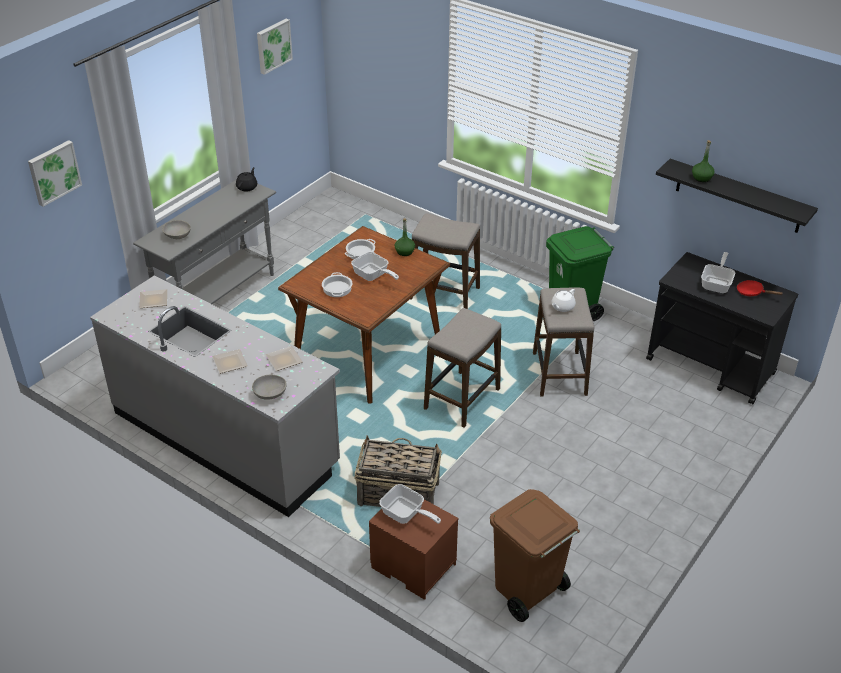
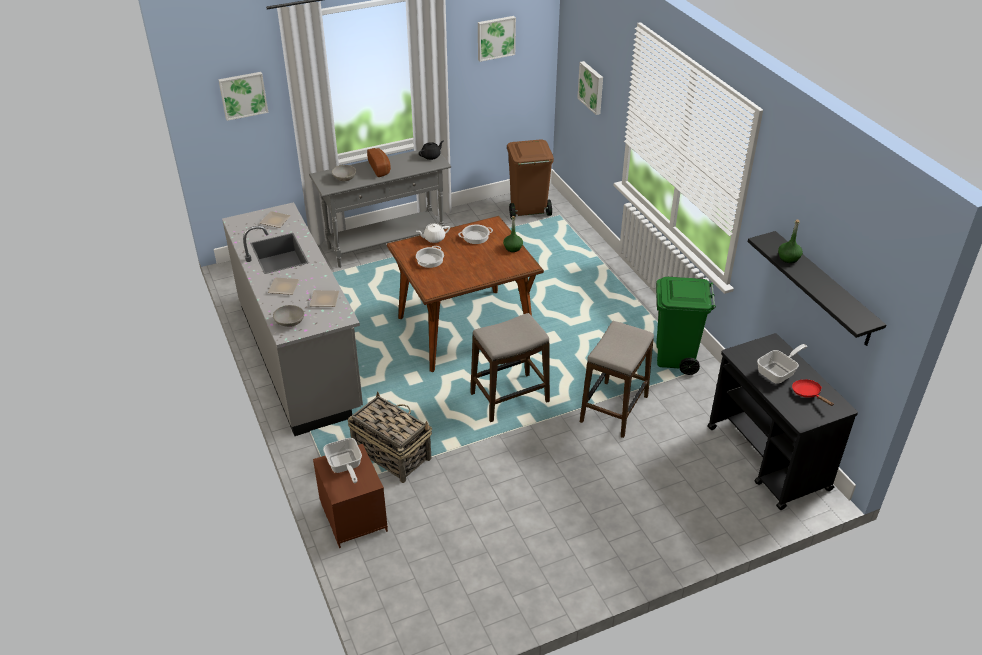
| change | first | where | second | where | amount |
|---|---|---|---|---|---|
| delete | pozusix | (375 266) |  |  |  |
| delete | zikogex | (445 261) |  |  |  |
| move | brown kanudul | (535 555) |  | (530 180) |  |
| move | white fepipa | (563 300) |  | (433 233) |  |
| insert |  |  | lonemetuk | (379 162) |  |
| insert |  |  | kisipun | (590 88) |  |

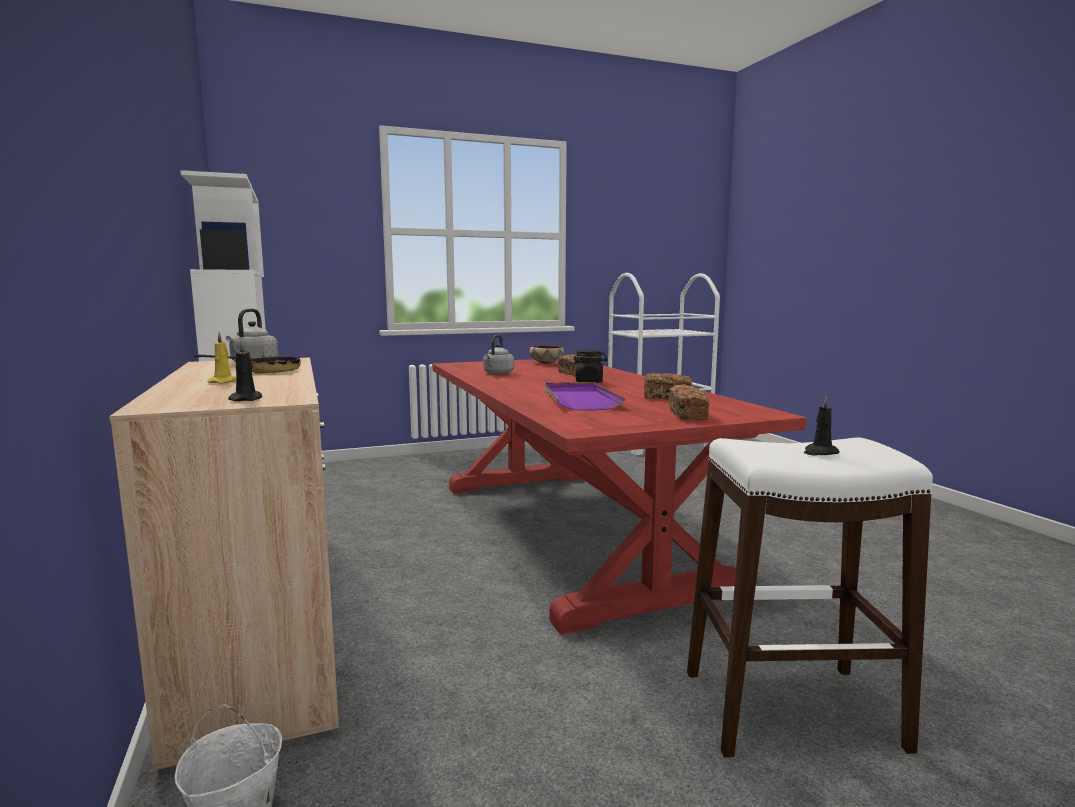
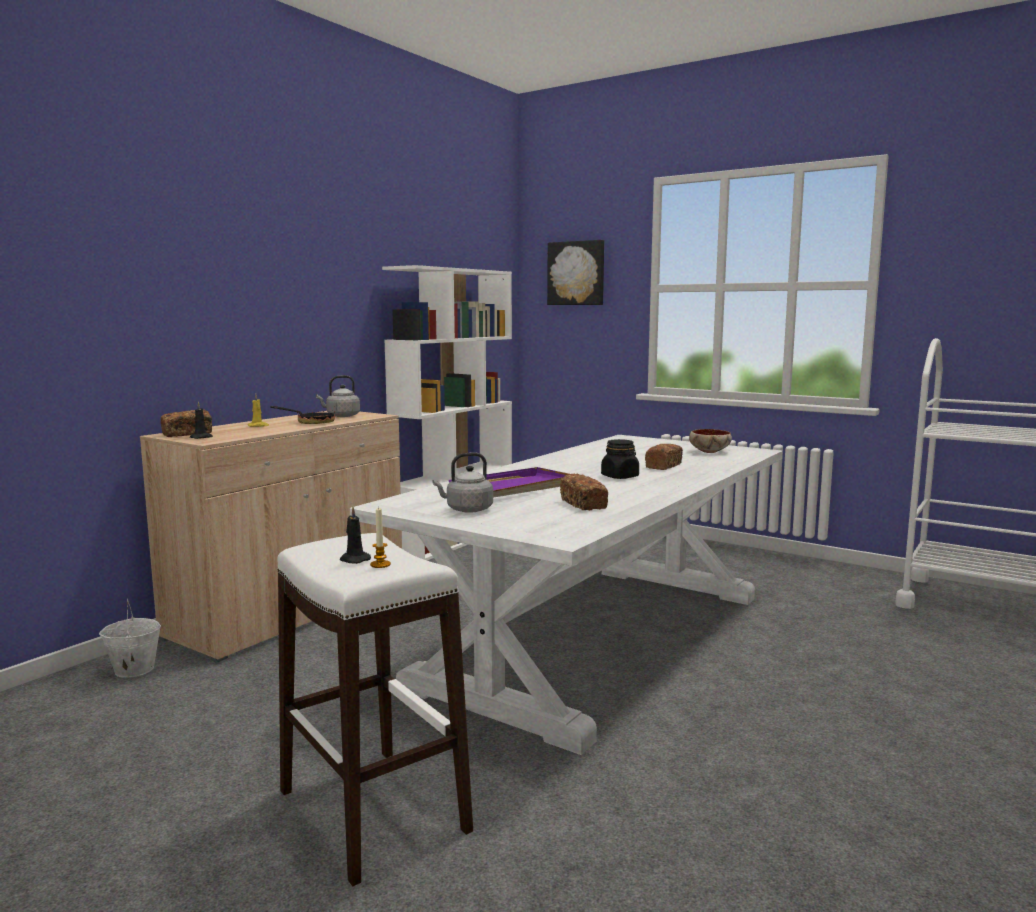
| change | first | where | second | where | amount |
|---|---|---|---|---|---|
| recolor | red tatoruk | (619 497) | white tatoruk | (566 595) |  |
| move | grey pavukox | (498 354) |  | (463 482) |  |
| move | lonemetuk | (689 402) |  | (186 423) |  |
| insert |  |  | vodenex | (380 537) |  |
| insert |  |  | kisipun | (575 272) |  |

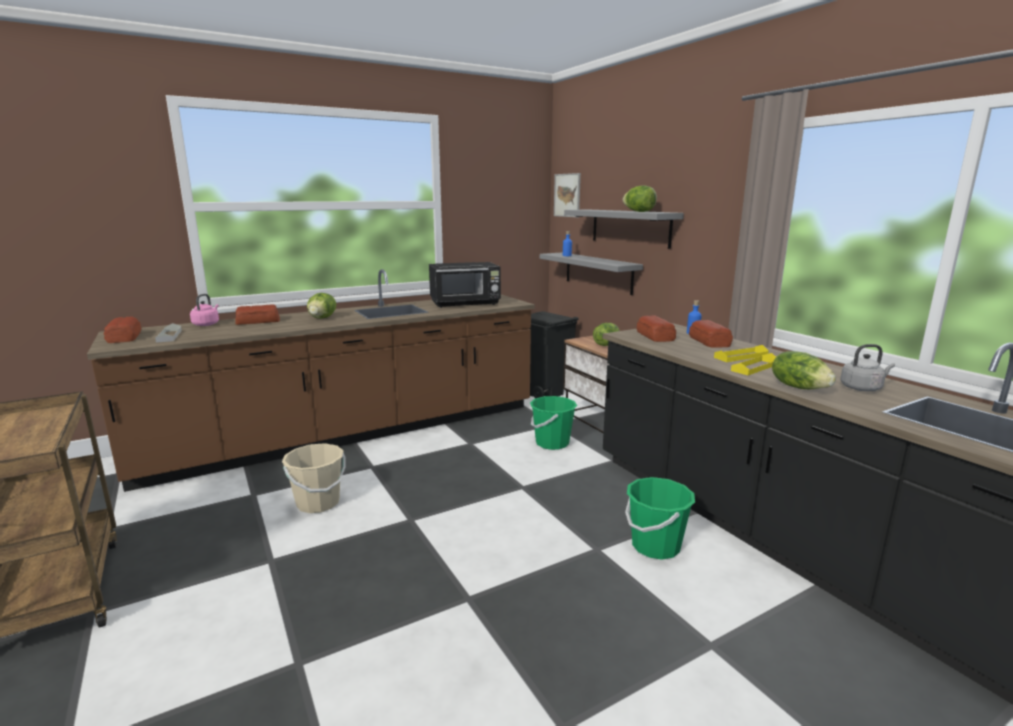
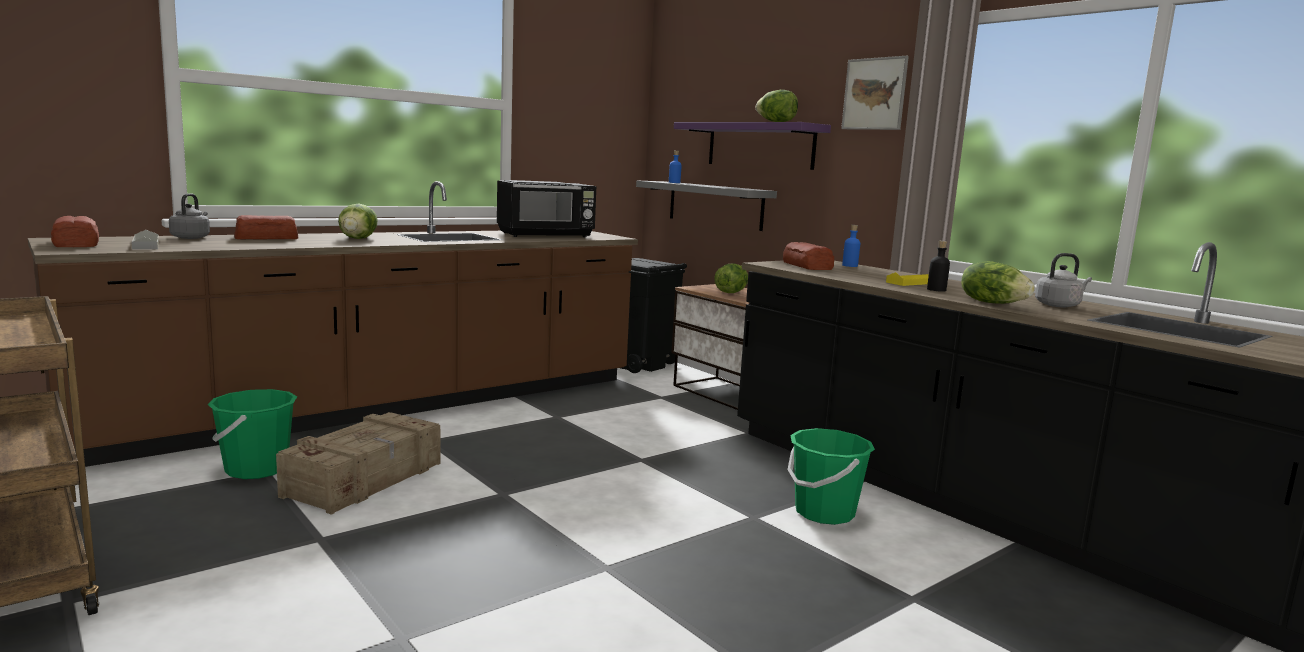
| change | first | where | second | where | amount |
|---|---|---|---|---|---|
| recolor | pink pavukox | (204 310) | grey pavukox | (189 216) |  |
| replace | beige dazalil | (314 478) | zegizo | (358 463) |  |
| move | green dazalil | (553 423) |  | (252 434) |  |
| move | kisipun | (567 195) |  | (875 93) |  |
| recolor | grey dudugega | (624 229) | purple dudugega | (752 146) |  |
| delete | lonemetuk | (711 334) |  |  |  |
| replace | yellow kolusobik | (753 364) | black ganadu | (938 266) |  |

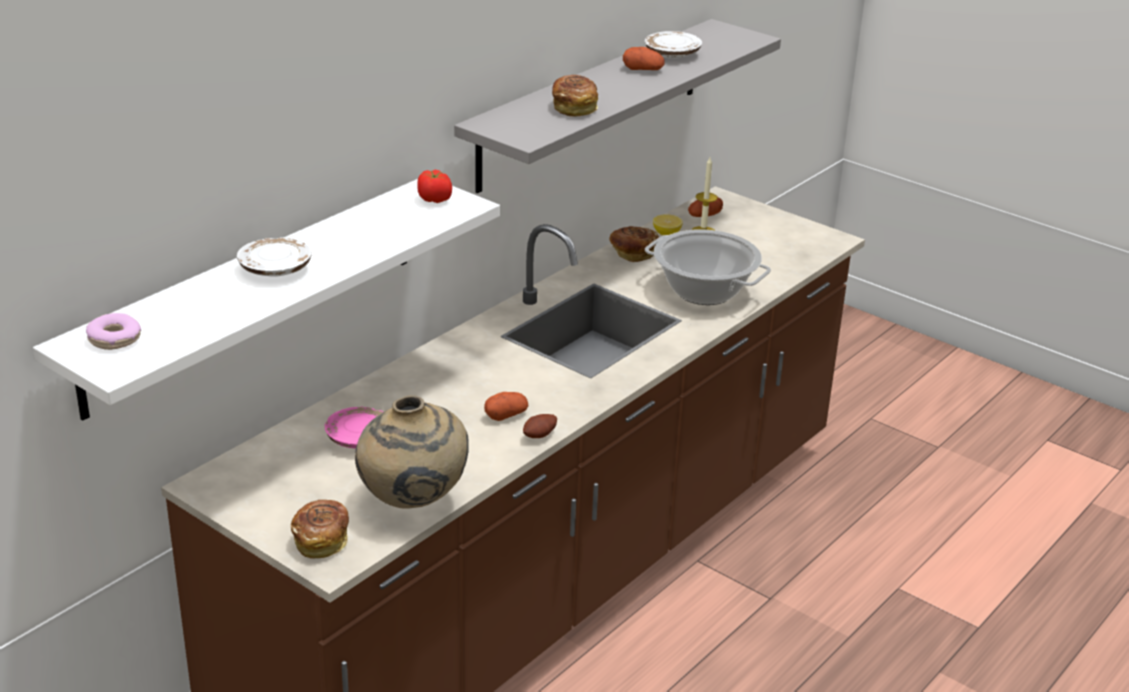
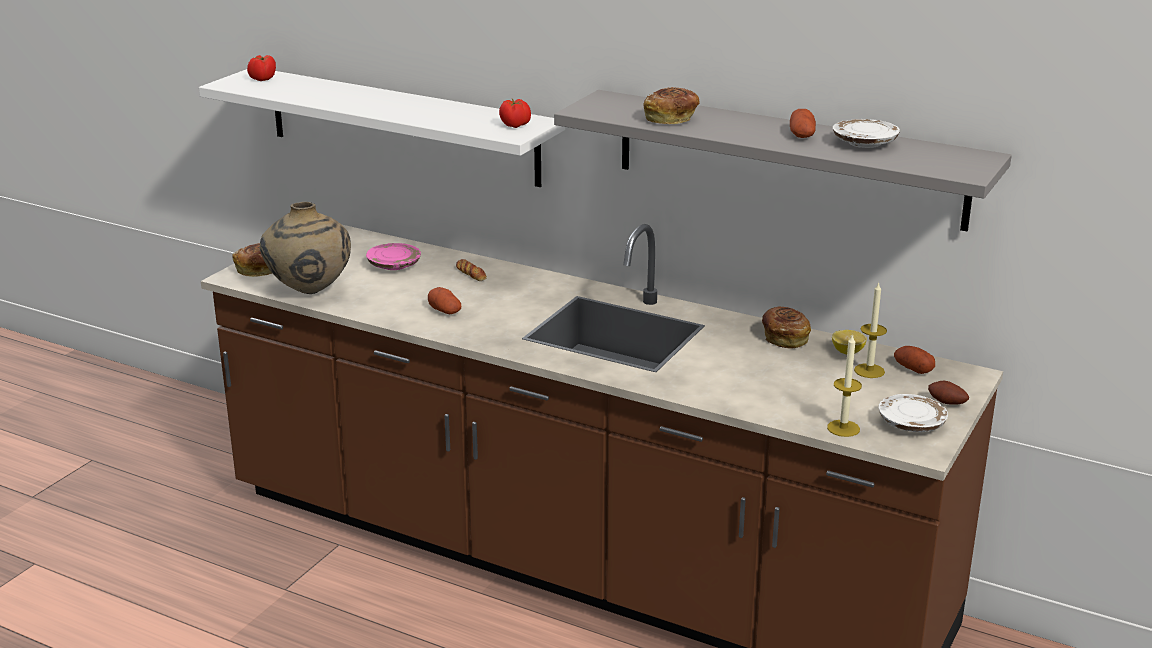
| change | first | where | second | where | amount |
|---|---|---|---|---|---|
| replace | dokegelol | (113 331) | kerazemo | (261 68) |  |
| move | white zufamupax | (274 257) |  | (913 413) |  |
| move | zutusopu | (540 426) |  | (948 393) |  |
| delete | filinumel | (708 267) |  |  |  |
| insert |  |  | lonemetuk | (471 270) |  |
| insert |  |  | vodenex | (844 385) |  |

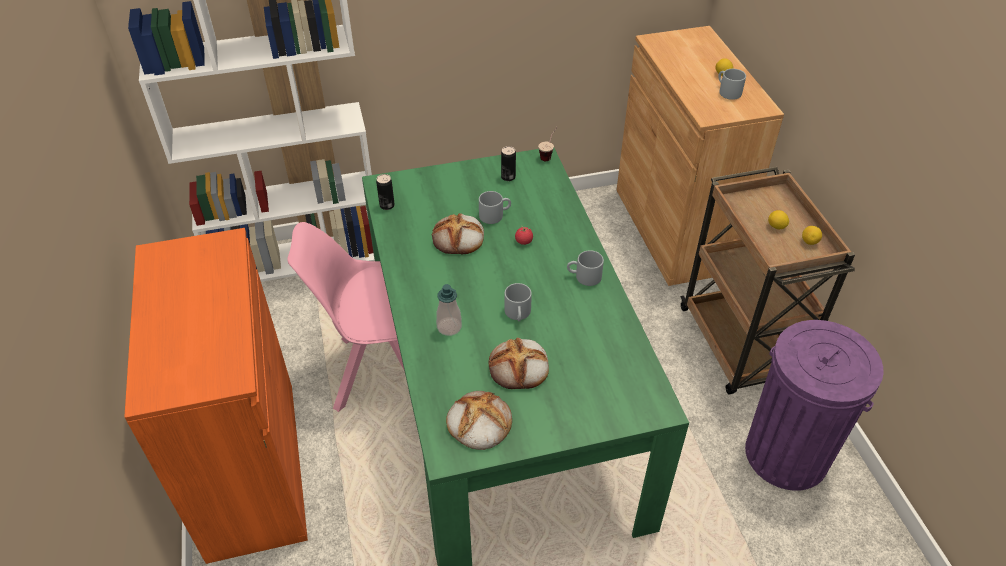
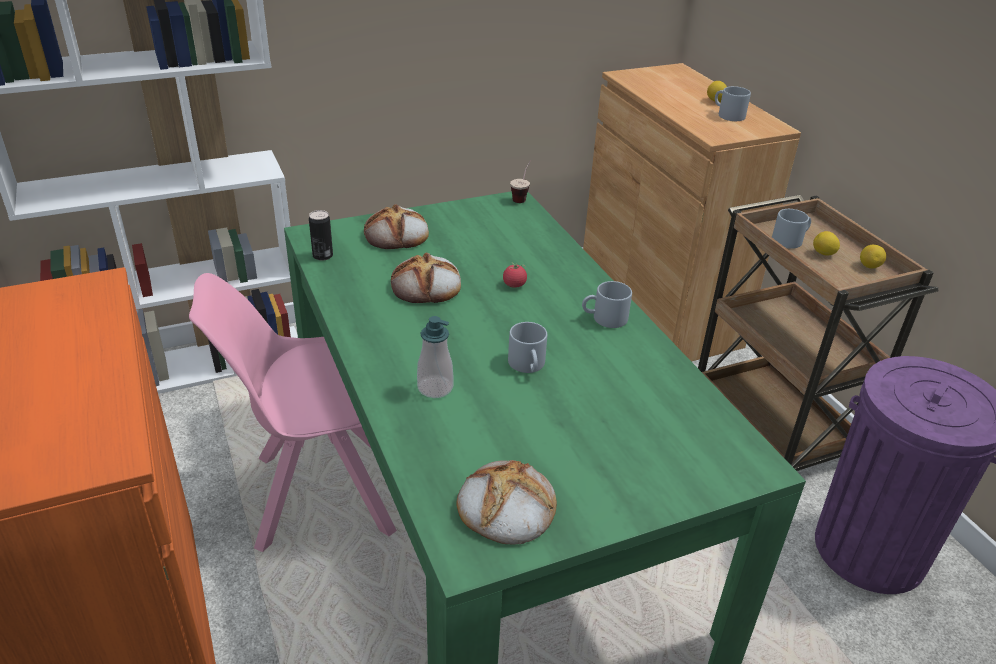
| change | first | where | second | where | amount |
|---|---|---|---|---|---|
| move | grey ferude | (495 207) |  | (791 229) |  |
| move | lonemetuk | (519 363) |  | (396 226) |  |
| delete | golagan | (508 163) |  |  |  |

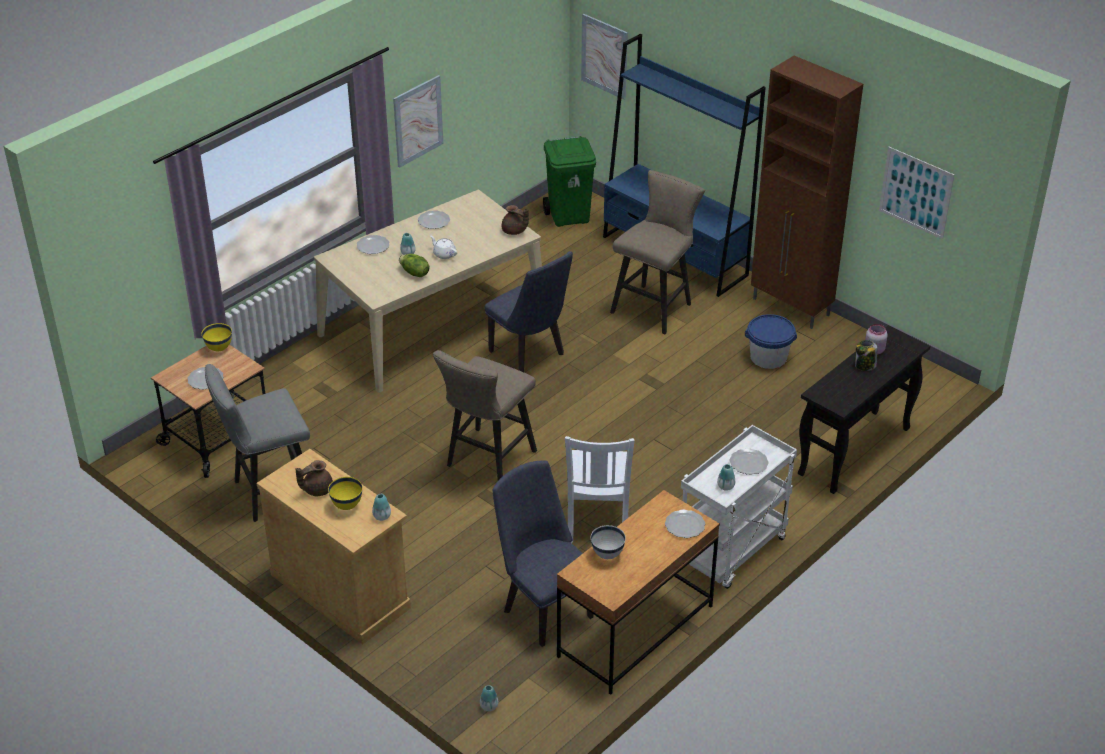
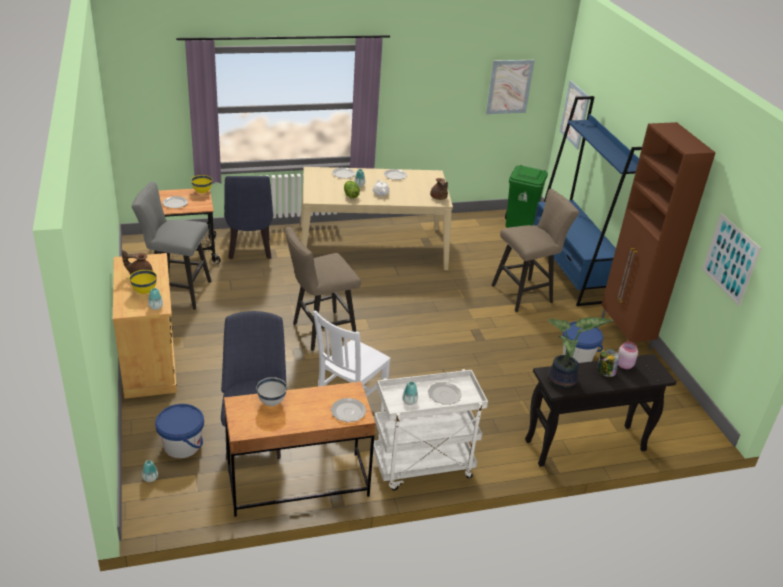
| change | first | where | second | where | amount |
|---|---|---|---|---|---|
| move | kisipun | (418 121) |  | (510 87) |  |
| move | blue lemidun | (529 311) |  | (248 217) |  |
| insert |  |  | blue dazalil | (179 431) |  |
| insert |  |  | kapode | (580 352) |  |

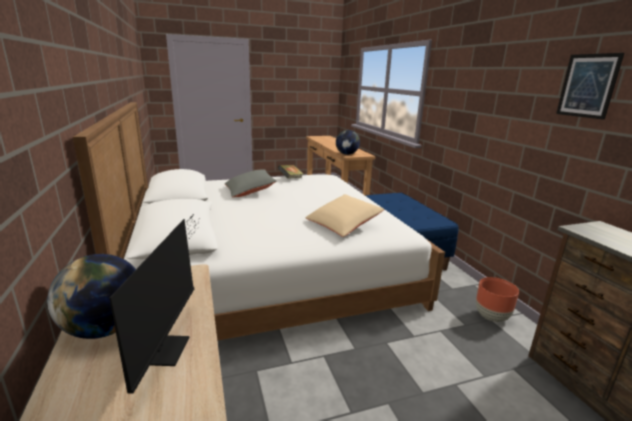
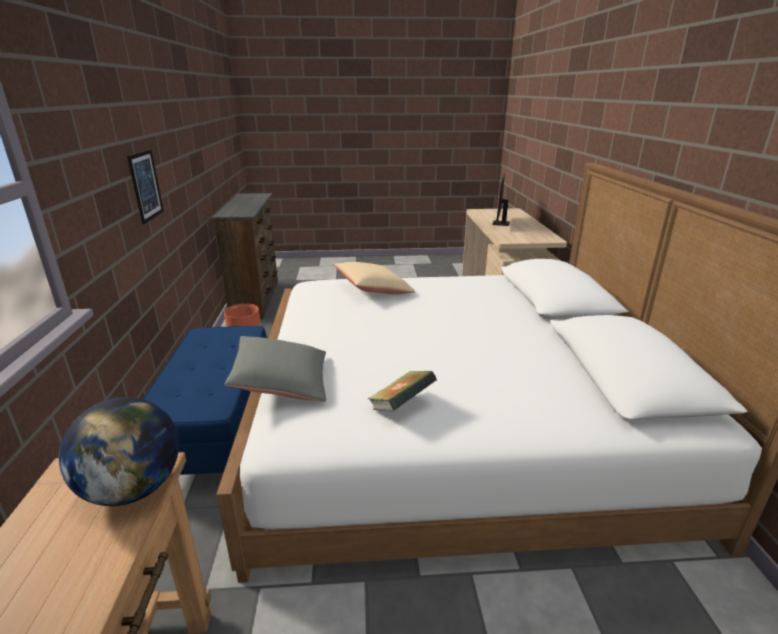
| change | first | where | second | where | amount |
|---|---|---|---|---|---|
| delete | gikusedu | (91 296) |  |  |  |
| move | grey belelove | (250 183) |  | (275 369) |  |
| move | kisipun | (590 86) |  | (145 186) |  |

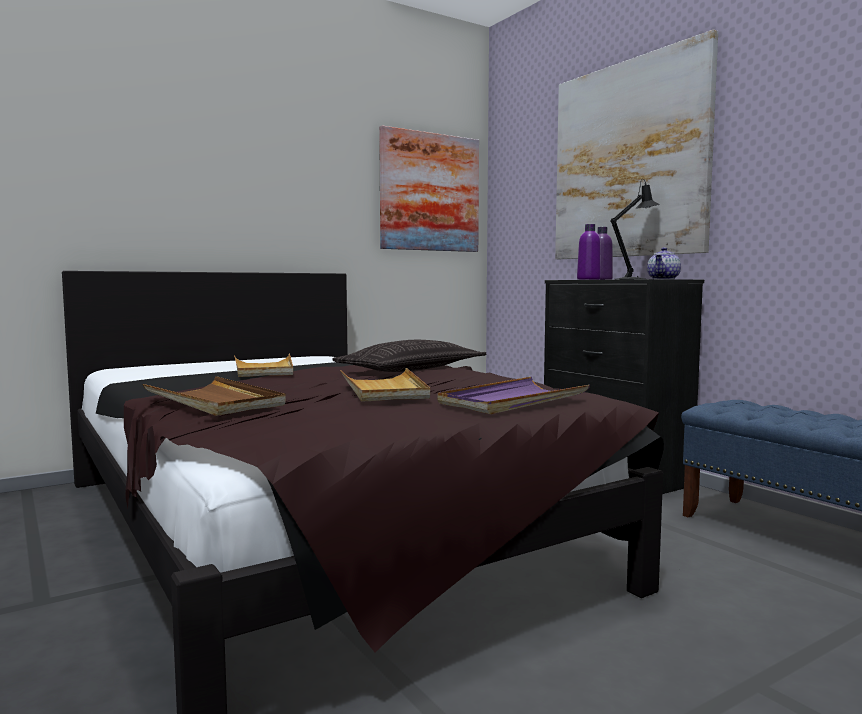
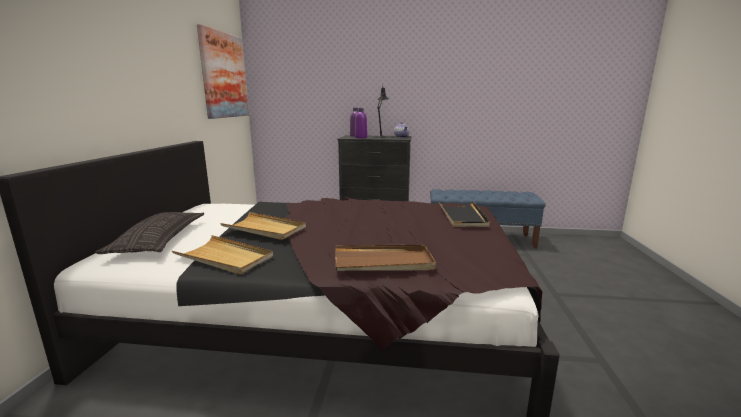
| change | first | where | second | where | amount |
|---|---|---|---|---|---|
| move | belelove | (409 356) |  | (149 233) |  |
| move | beige kolusobik | (385 385) |  | (222 255) |  |
| recolor | purple kolusobik | (514 395) | black kolusobik | (464 214) |  |
| delete | kisipun | (636 144) |  |  |  |

